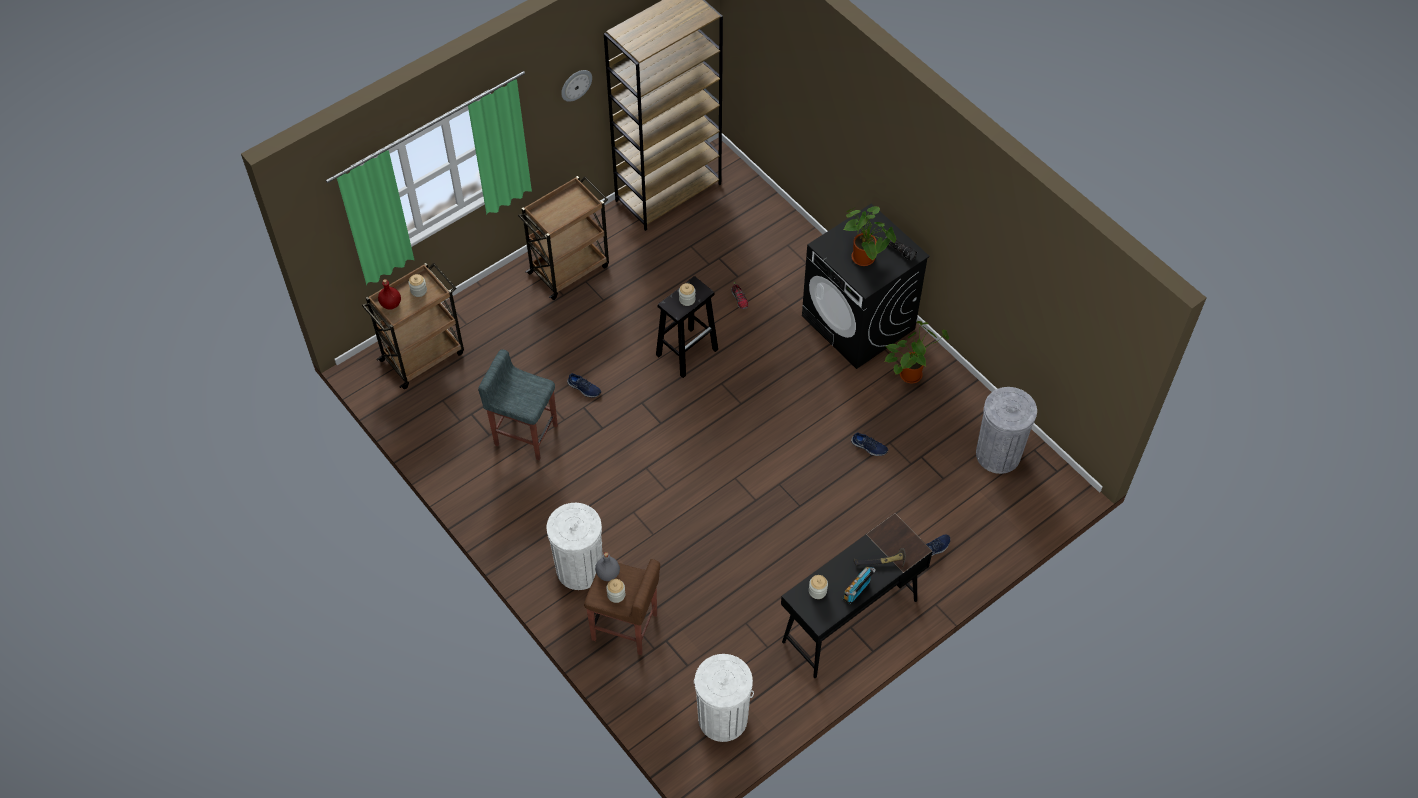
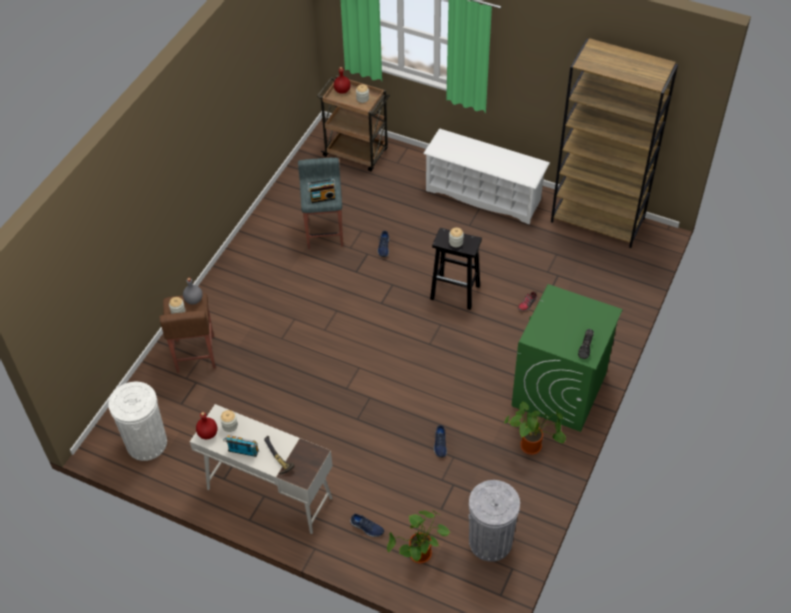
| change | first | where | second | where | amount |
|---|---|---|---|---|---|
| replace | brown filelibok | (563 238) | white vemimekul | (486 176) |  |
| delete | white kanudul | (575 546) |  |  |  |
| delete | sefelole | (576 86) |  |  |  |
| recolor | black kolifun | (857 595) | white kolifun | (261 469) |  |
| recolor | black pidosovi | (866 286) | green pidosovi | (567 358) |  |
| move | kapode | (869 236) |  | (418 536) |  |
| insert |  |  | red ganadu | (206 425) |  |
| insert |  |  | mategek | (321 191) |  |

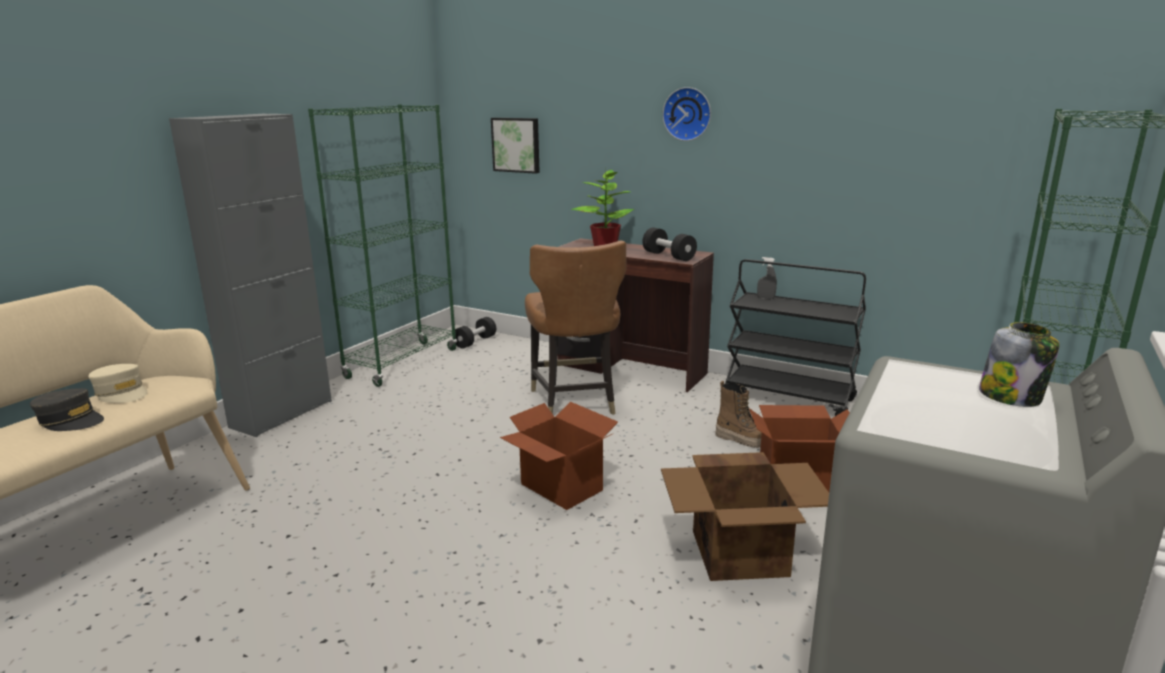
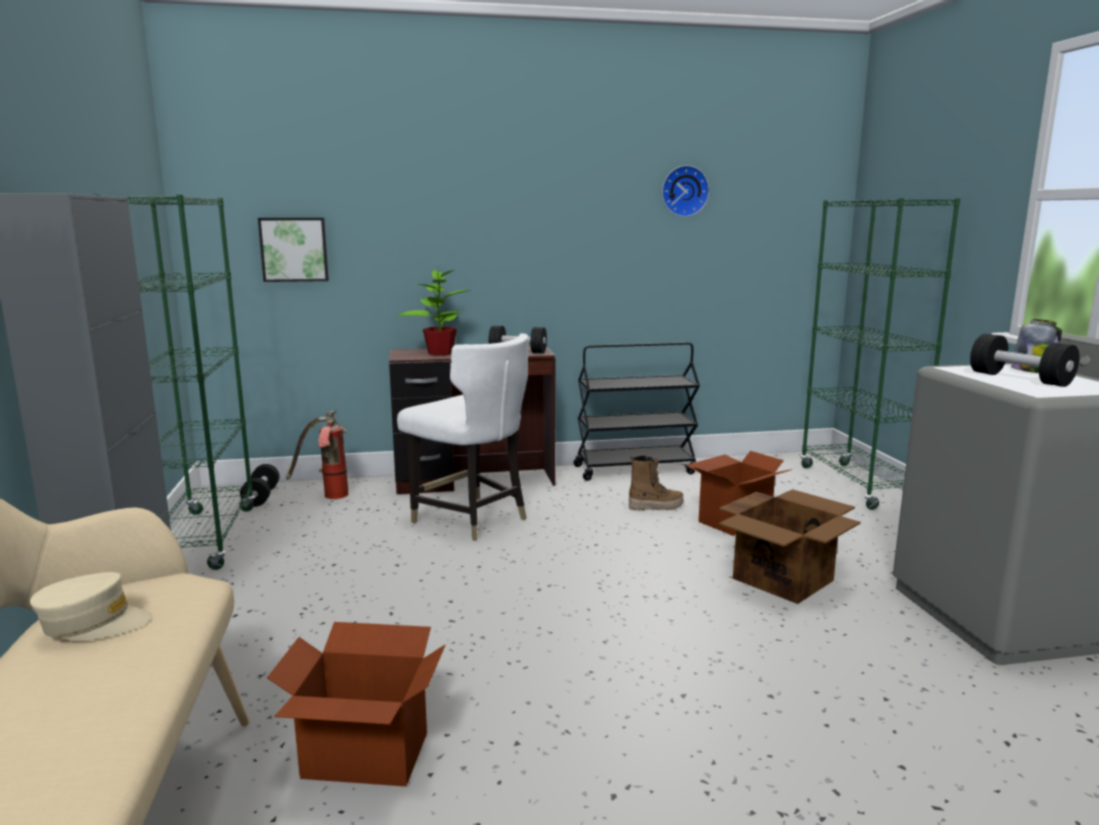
| change | first | where | second | where | amount |
|---|---|---|---|---|---|
| delete | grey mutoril | (67 409) |  |  |  |
| move | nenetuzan | (559 456) |  | (356 704) |  |
| recolor | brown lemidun | (576 327) | white lemidun | (462 437) |  |
| move | sefelole | (687 114) |  | (685 191) |  |
| delete | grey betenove | (767 278) |  |  |  |
| insert |  |  | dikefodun | (317 454) |  |
| insert |  |  | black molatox | (1025 360) |  |

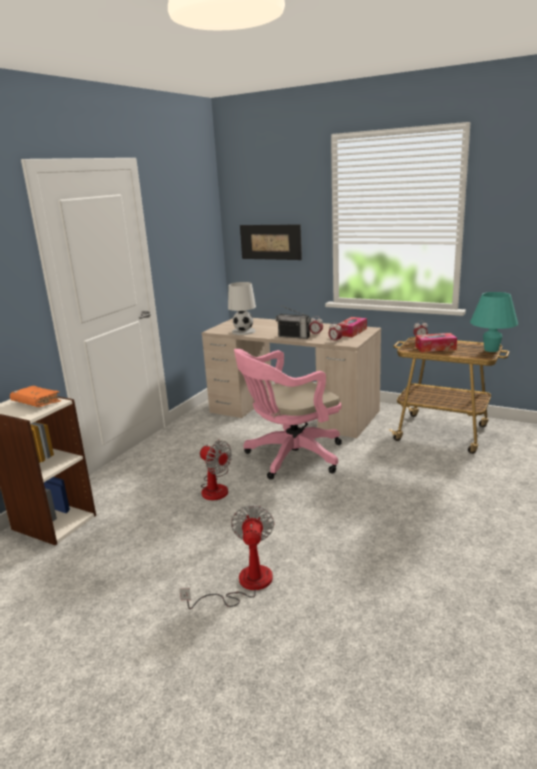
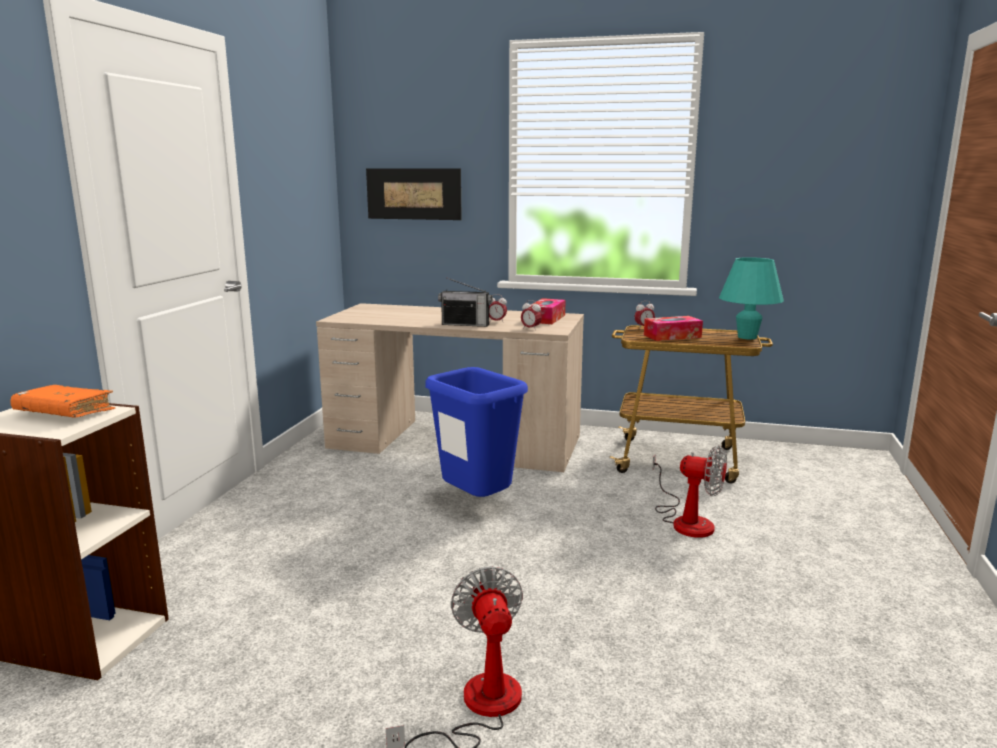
| change | first | where | second | where | amount |
|---|---|---|---|---|---|
| move | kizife | (216 470) |  | (689 491) |  |
| delete | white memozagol | (242 308) |  |  |  |
| replace | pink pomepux | (288 414) | blue kanudul | (476 432) |  |

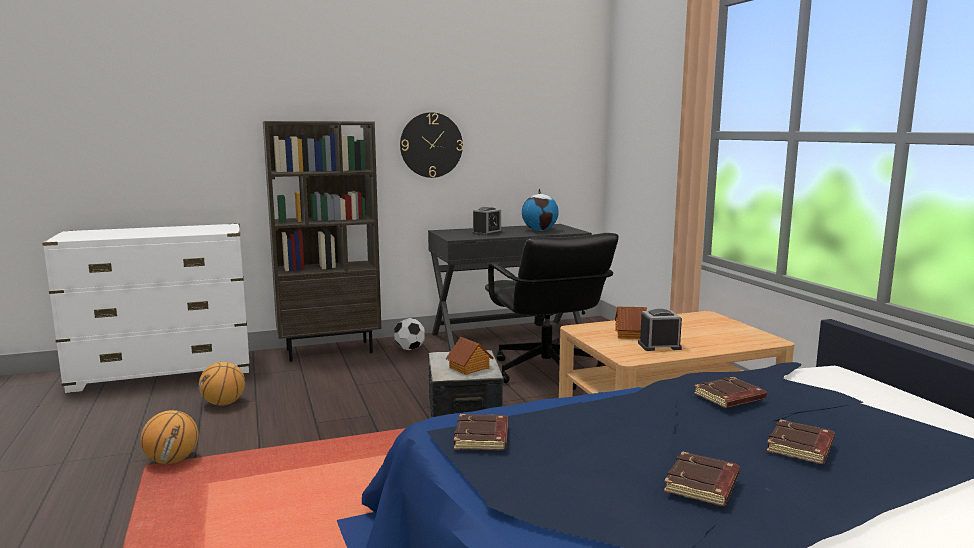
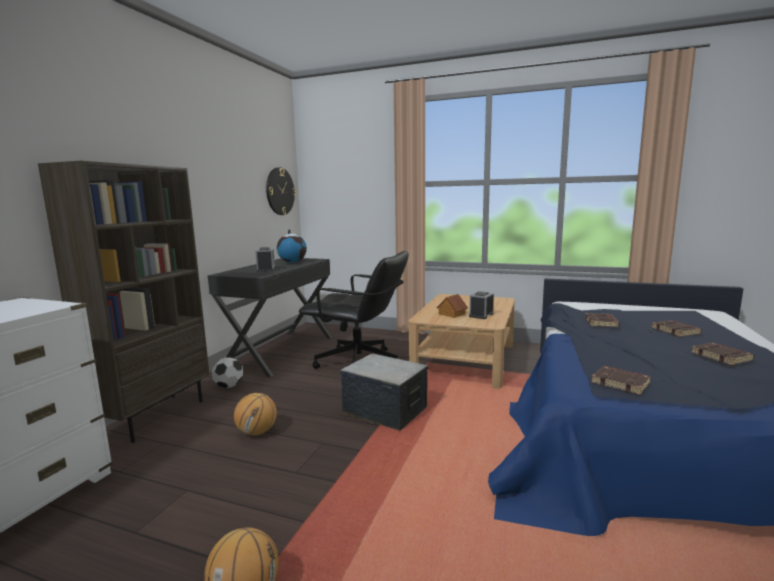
| change | first | where | second | where | amount |
|---|---|---|---|---|---|
| move | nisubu | (222 384) |  | (255 414) |  |
| move | sefelole | (431 145) |  | (281 191) |  |
| delete | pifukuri | (469 355) |  |  |  |

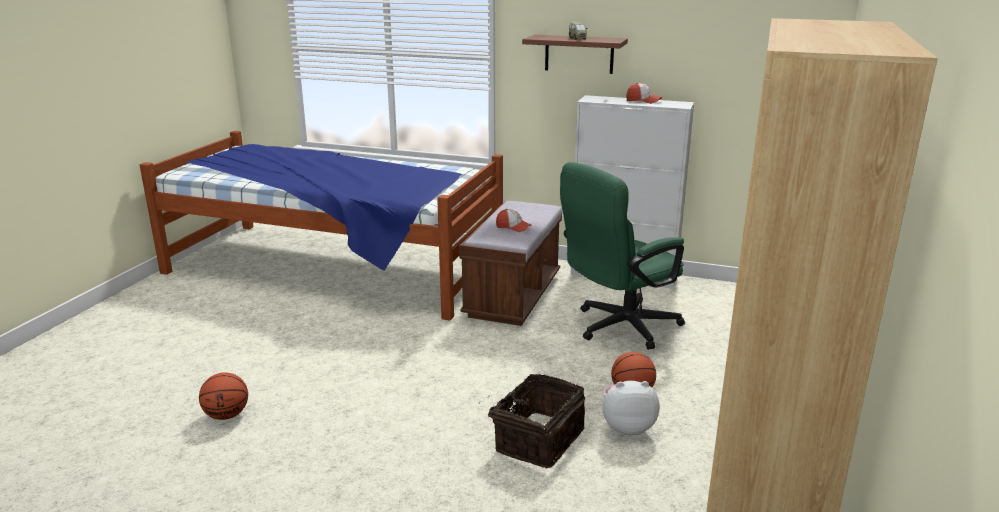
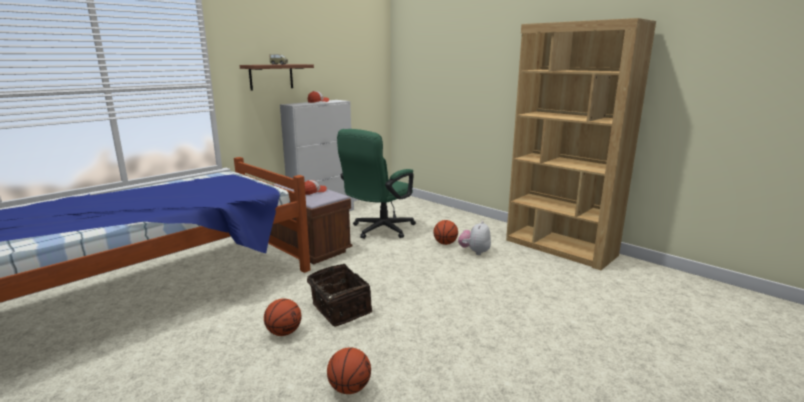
| change | first | where | second | where | amount |
|---|---|---|---|---|---|
| move | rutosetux | (532 421) |  | (339 295) |  |
| rotate | green pomepux | (622 256) |  | (376 184) | 45 degrees clockwise |
| insert |  |  | nisubu | (282 317) |  |

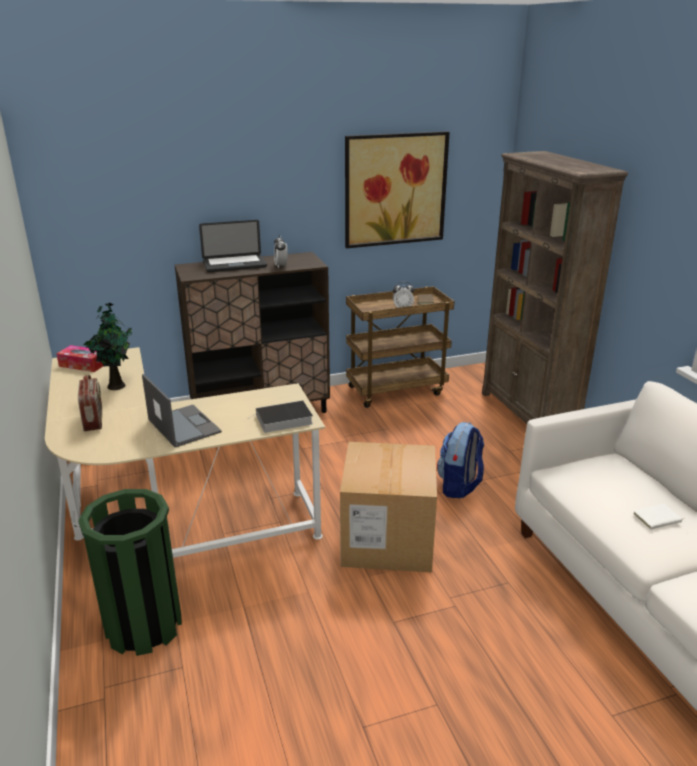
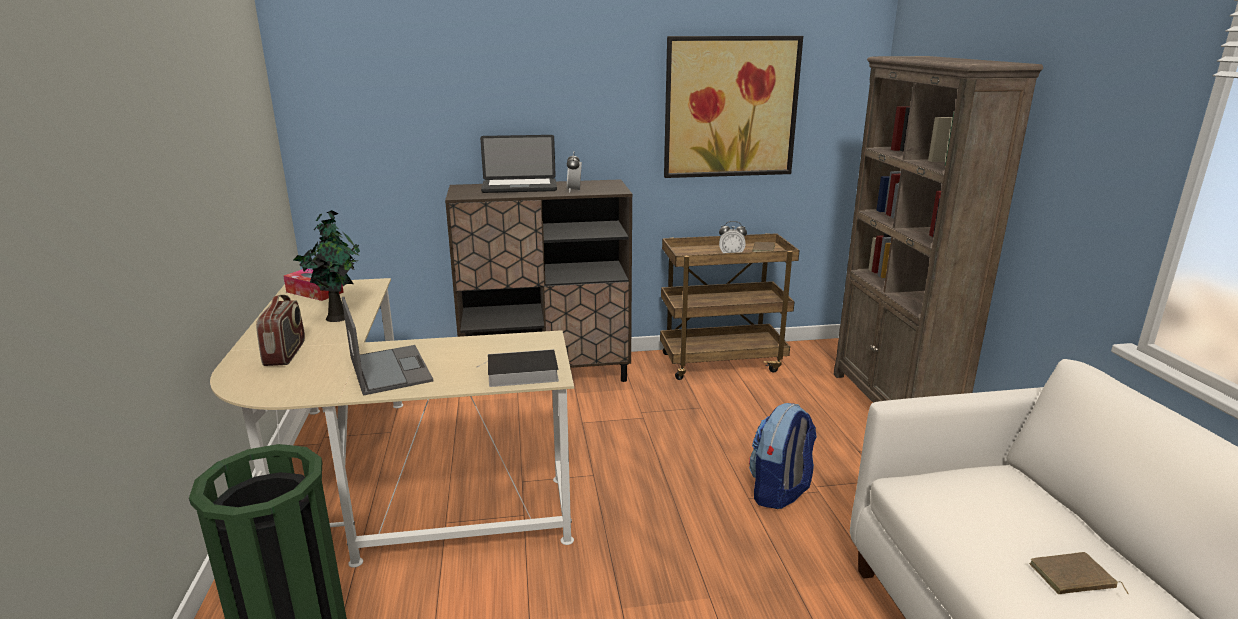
| change | first | where | second | where | amount |
|---|---|---|---|---|---|
| delete | nenetuzan | (388 507) |  |  |  |
| recolor | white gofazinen | (660 517) | brown gofazinen | (1079 573) |  |

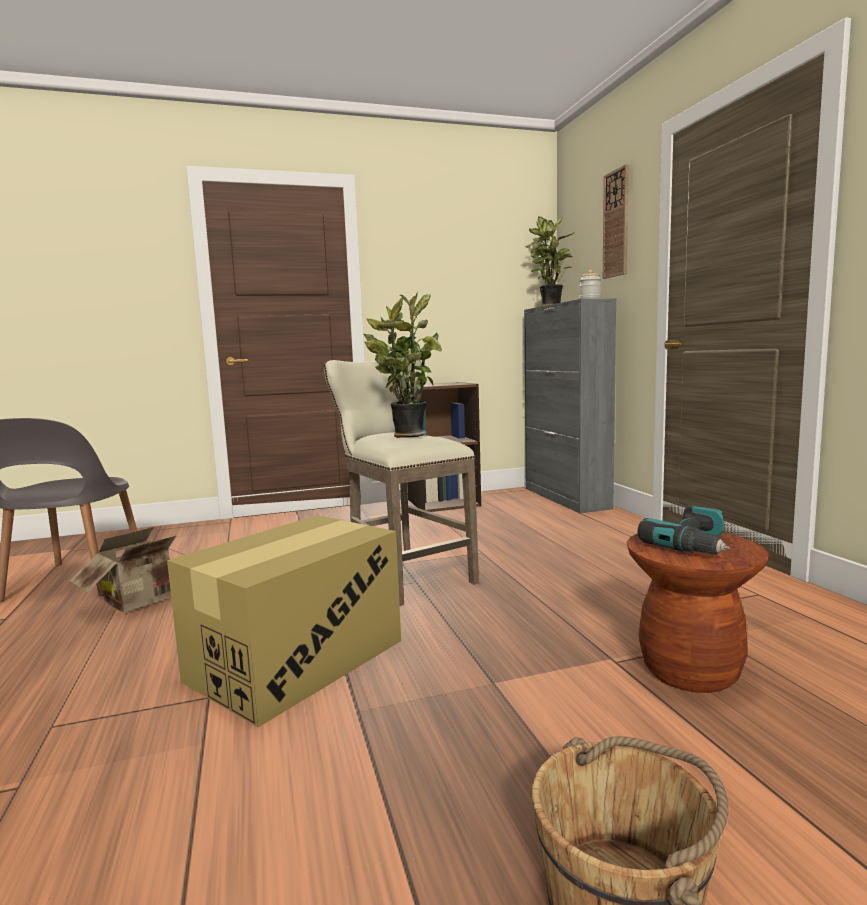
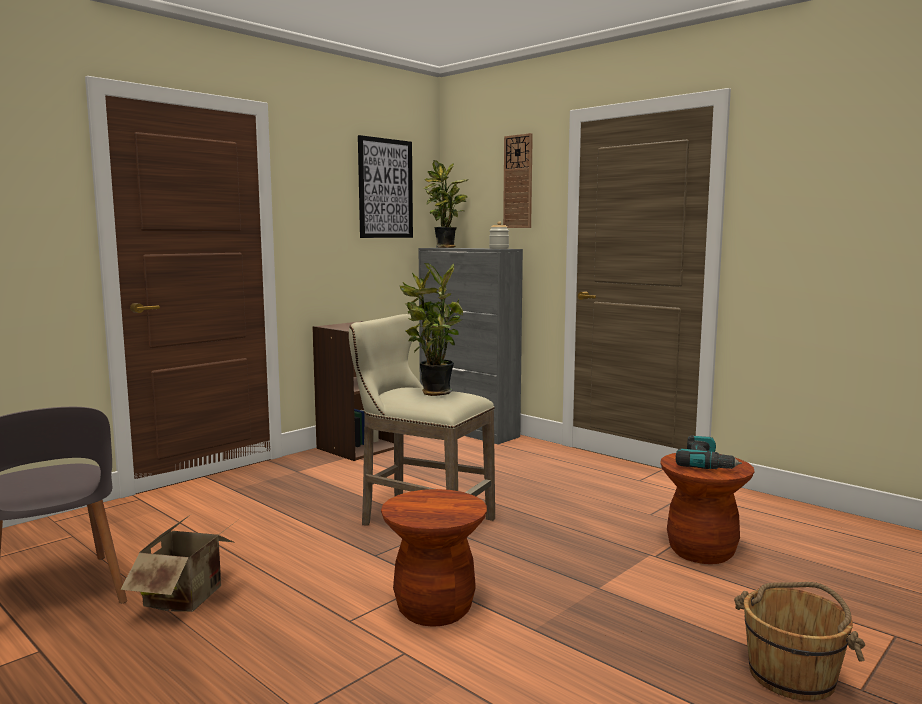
| change | first | where | second | where | amount |
|---|---|---|---|---|---|
| replace | nenetuzan | (284 621) | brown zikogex | (434 558) |  |
| insert |  |  | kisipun | (385 186) |  |

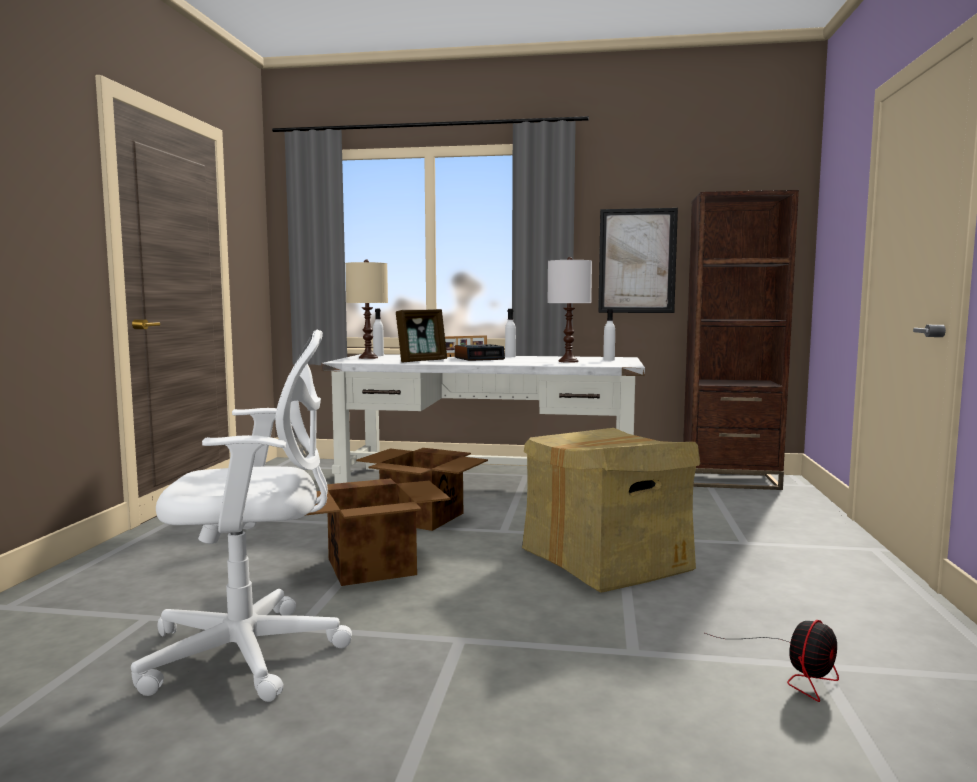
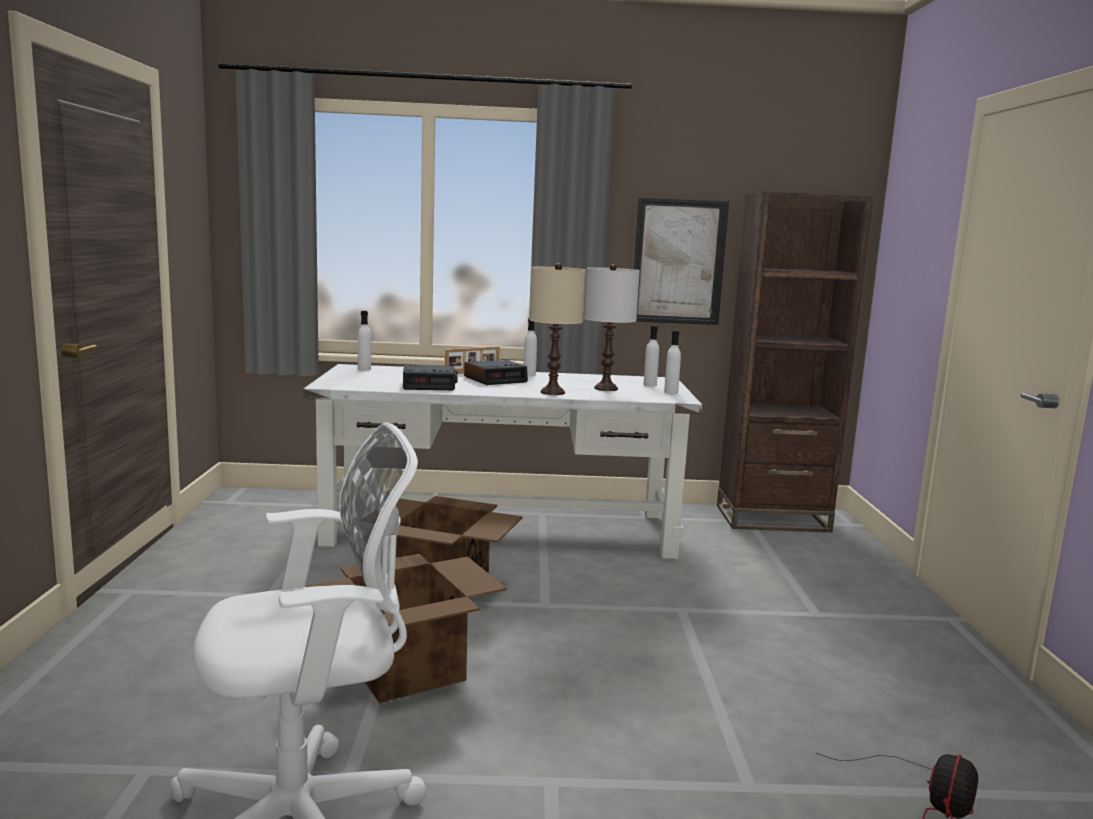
| change | first | where | second | where | amount |
|---|---|---|---|---|---|
| move | beige memozagol | (366 309) |  | (557 329) |  |
| replace | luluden | (421 336) | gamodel | (430 377) |  |
| delete | nenetuzan | (611 510) |  |  |  |
| insert |  |  | white ganadu | (672 362) |  |

